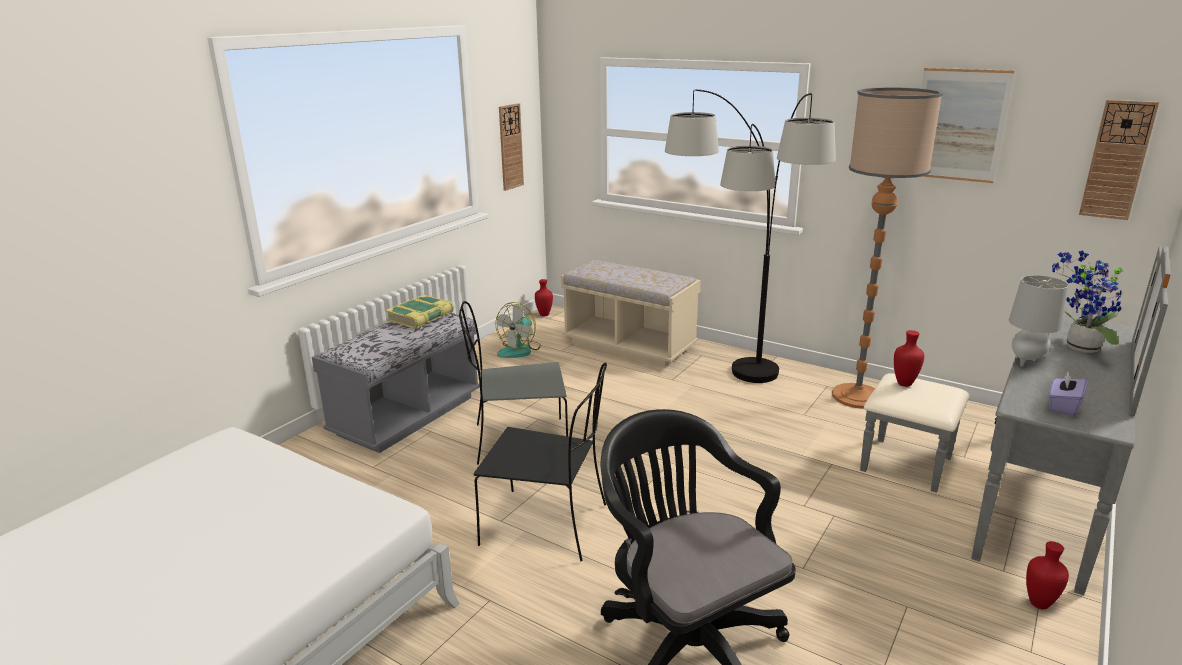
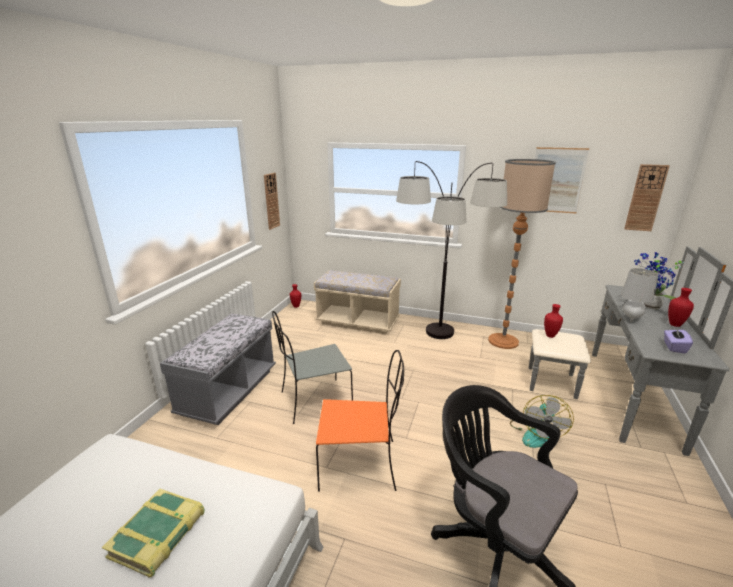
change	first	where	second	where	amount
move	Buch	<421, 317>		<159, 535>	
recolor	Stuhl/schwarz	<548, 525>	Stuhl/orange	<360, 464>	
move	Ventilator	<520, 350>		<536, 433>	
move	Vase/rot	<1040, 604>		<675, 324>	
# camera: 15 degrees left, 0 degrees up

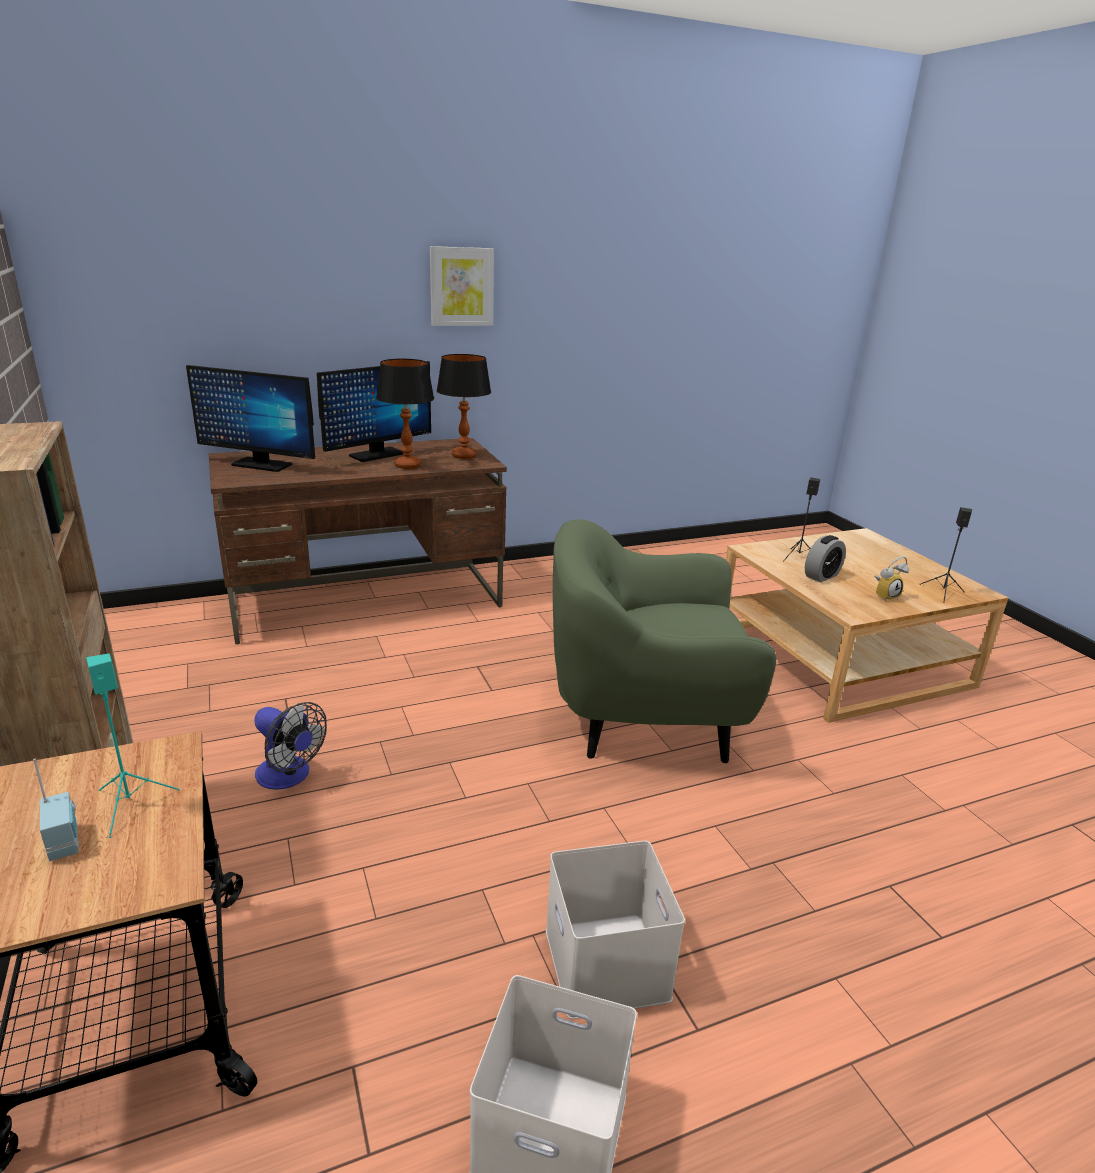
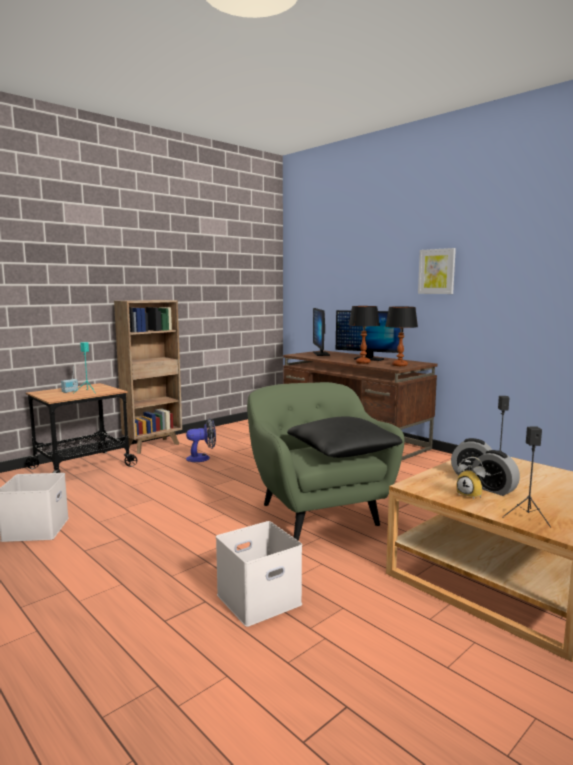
change	first	where	second	where	amount
rotate	Ventilator	<289, 776>		<202, 458>	120 degrees counterclockwise
move	Aufbewahrungsbox/weiß	<609, 965>		<258, 600>	
insert			Kissen/schwarz	<342, 451>	
insert			Wecker	<493, 490>	
# camera: 70 degrees right, 15 degrees down

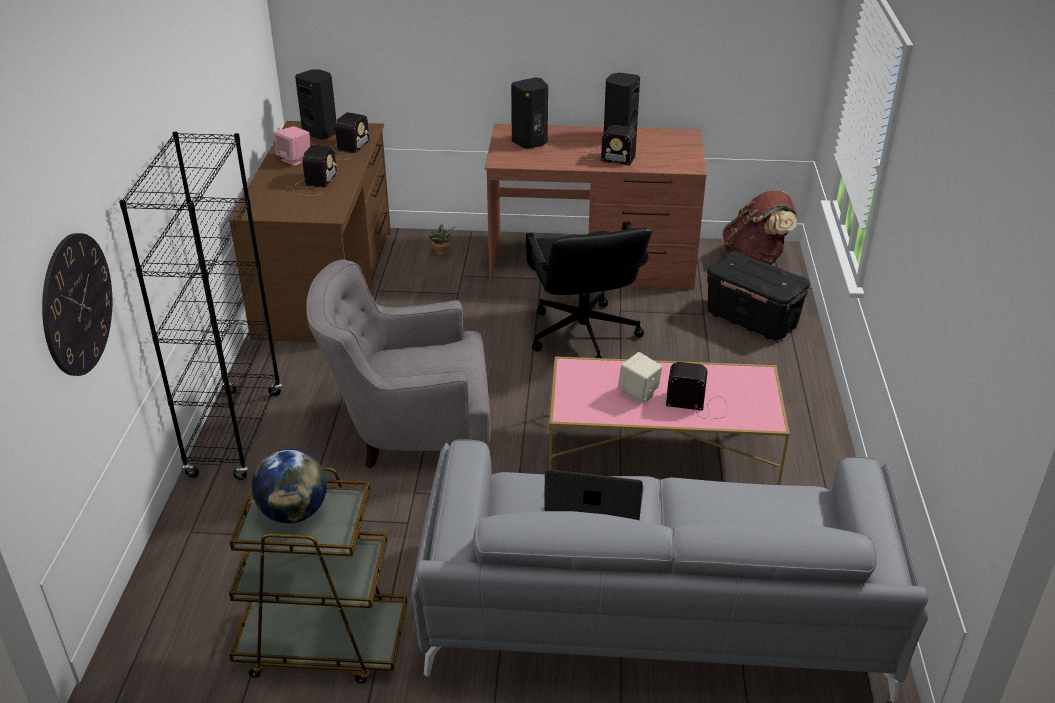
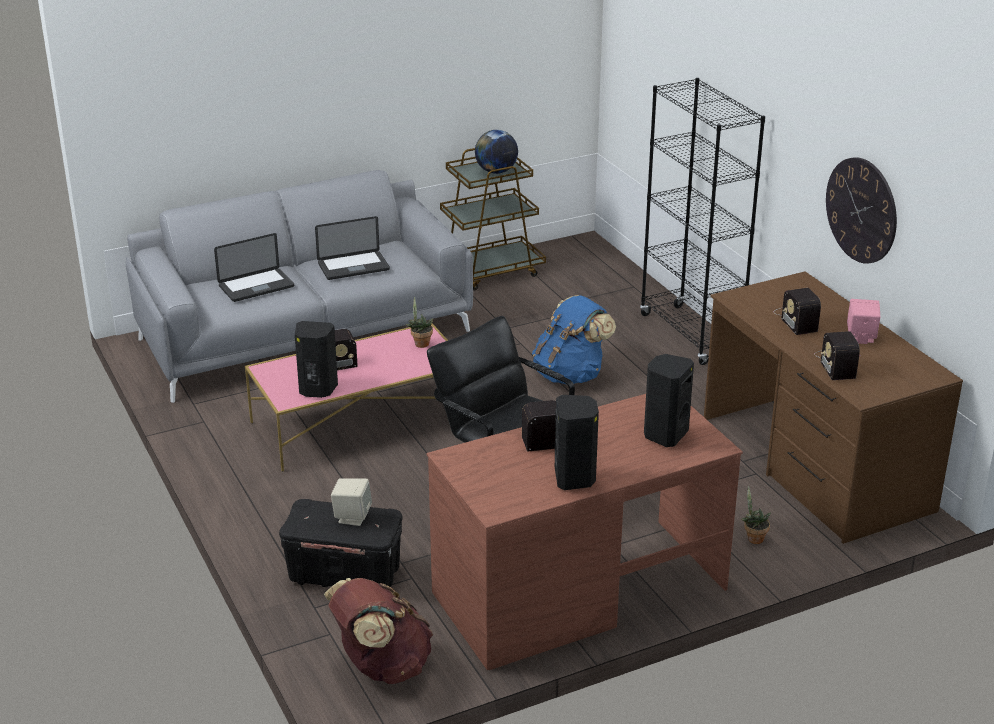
change	first	where	second	where	amount
move	Wanduhr	<77, 304>		<861, 210>	
move	Lautsprecher/schwarz	<321, 133>		<317, 390>	
replace	Sessel/grau	<409, 430>	Rucksack/blau	<570, 375>	
move	Lautsprecher/beige	<638, 393>		<352, 517>	
insert			Laptop	<256, 286>	
insert			Topfpflanze	<420, 343>	
# camera: 150 degrees right, 5 degrees down

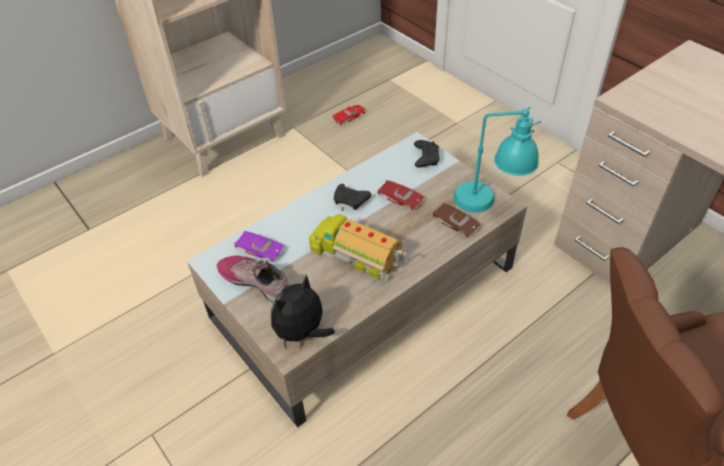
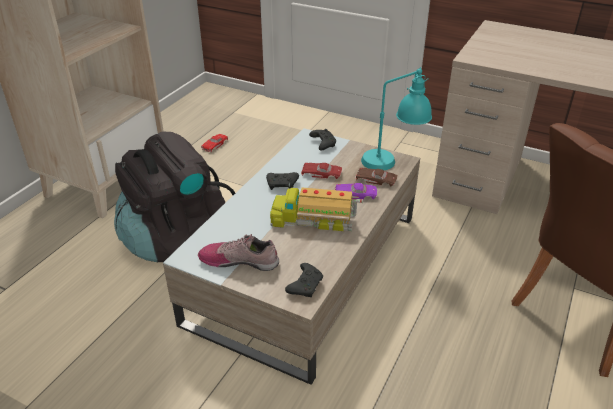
change	first	where	second	where	amount
move	Spielzeugauto/lila	<260, 249>		<355, 194>	
replace	Plüschtier	<302, 333>	Gamepad/schwarz	<305, 285>	
insert			Rucksack/schwarz	<177, 238>	
# camera: 25 degrees left, 10 degrees down

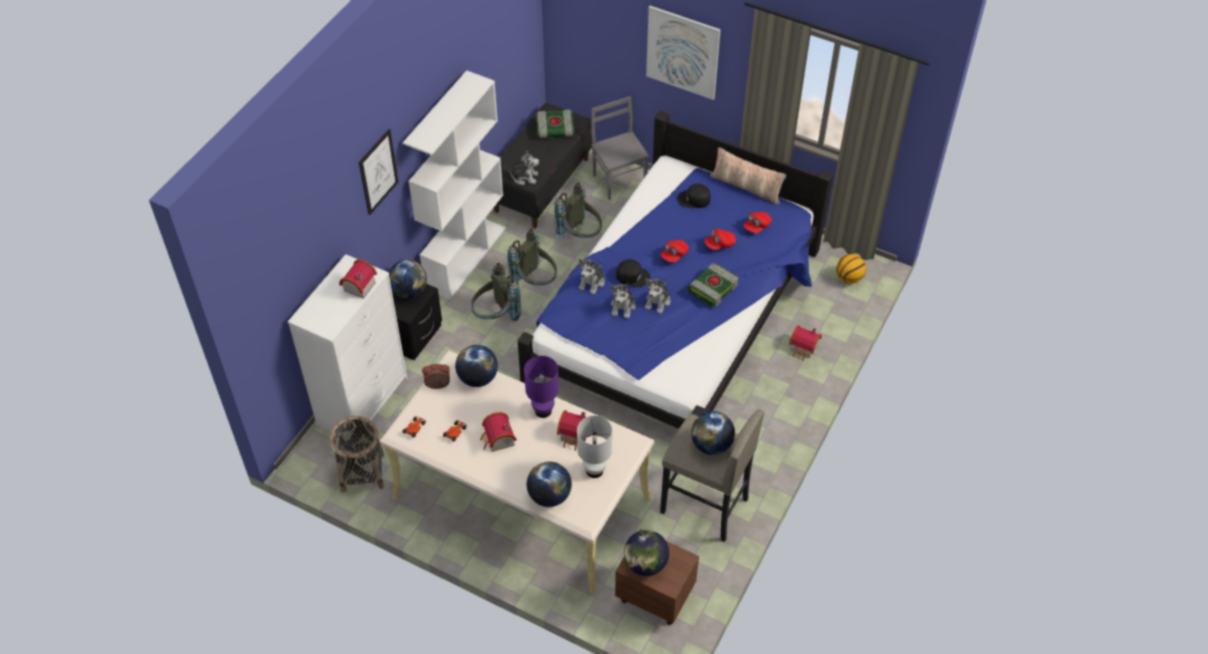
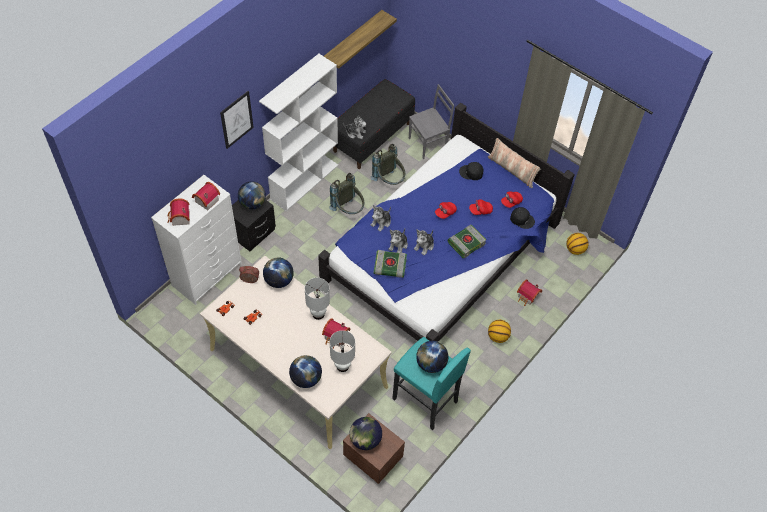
change	first	where	second	where	amount
delete	Korb	<362, 472>			
delete	Rucksack/grau	<496, 316>			
move	Spielzeughaus	<498, 440>		<179, 218>	
recolor	Tischlampe/lila	<543, 411>	Tischlampe/weiß	<318, 314>	
move	Buch	<554, 129>		<389, 267>	
rotate	Stuhl/grau	<619, 180>		<428, 144>	75 degrees clockwise
move	Kappe/schwarz	<632, 275>		<522, 219>	
delete	Bild	<682, 52>			
recolor	Hocker/grau	<704, 506>	Hocker/türkis	<425, 400>	
insert			Wandregal	<353, 40>	
insert			Basketball	<498, 336>	
# camera: 10 degrees right, 5 degrees up

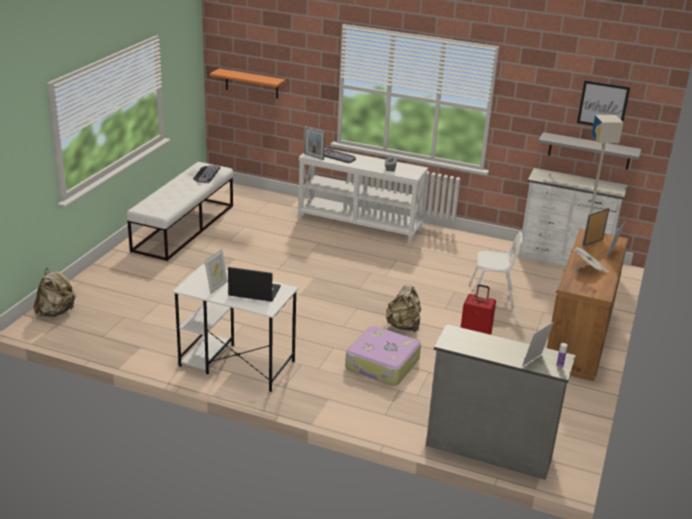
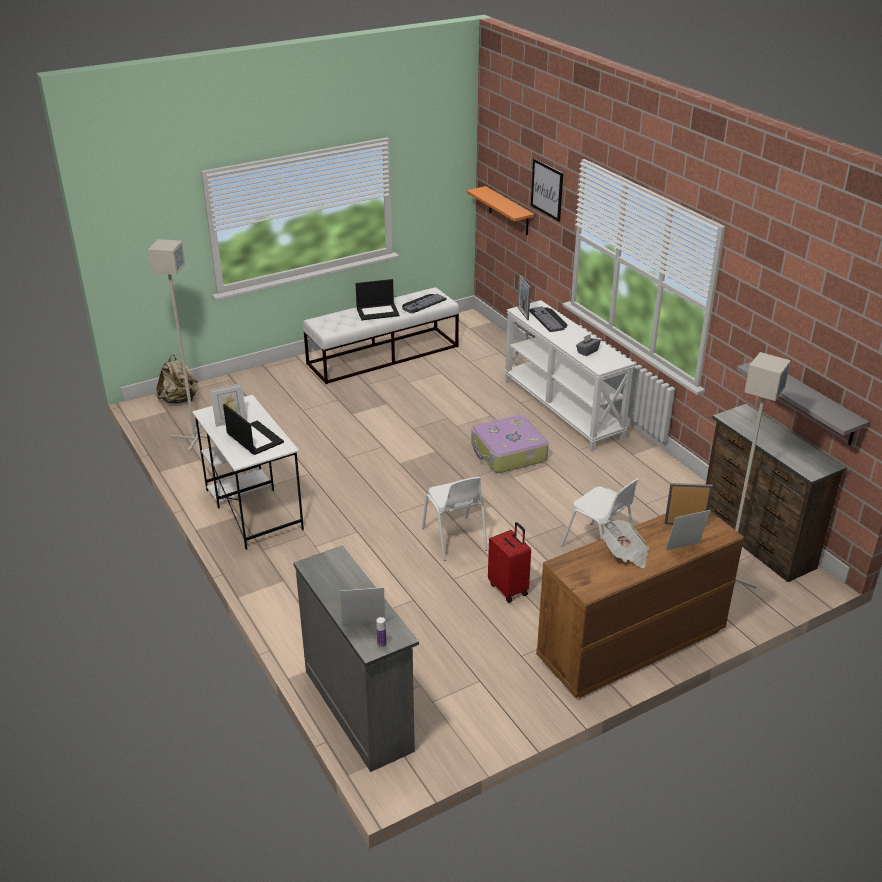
change	first	where	second	where	amount
move	Koffer	<382, 365>		<508, 453>	
replace	Rucksack/beige	<403, 326>	Stuhl/weiß	<455, 539>	
recolor	Kommode/weiß	<564, 260>	Kommode/braun	<755, 541>	
move	Bild	<603, 105>		<547, 189>	
insert			Stehlampe/grau	<195, 438>	
insert			Laptop	<378, 311>	
# camera: 40 degrees right, 5 degrees up

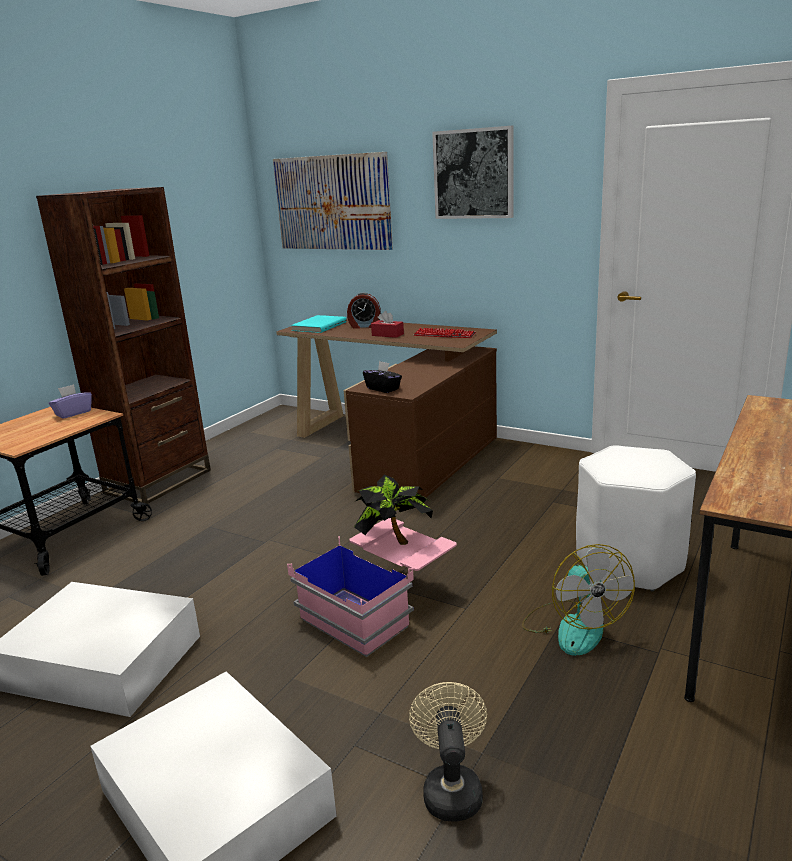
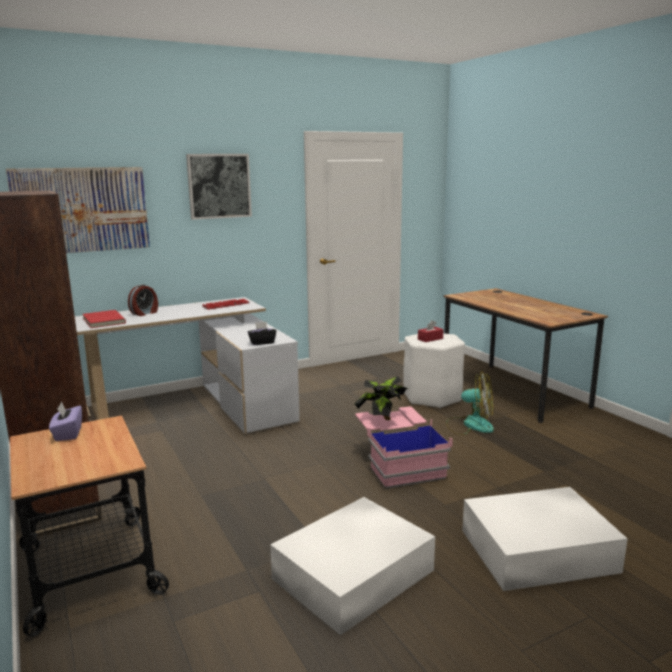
change	first	where	second	where	amount
recolor	Schreibtisch/braun	<395, 448>	Schreibtisch/weiß	<200, 405>	
recolor	Buch/türkis	<318, 326>	Buch/rot	<103, 321>	
move	Taschentuchbox/rot	<387, 335>		<430, 339>	
delete	Ventilator/beige	<451, 788>			
# camera: 60 degrees left, 5 degrees down

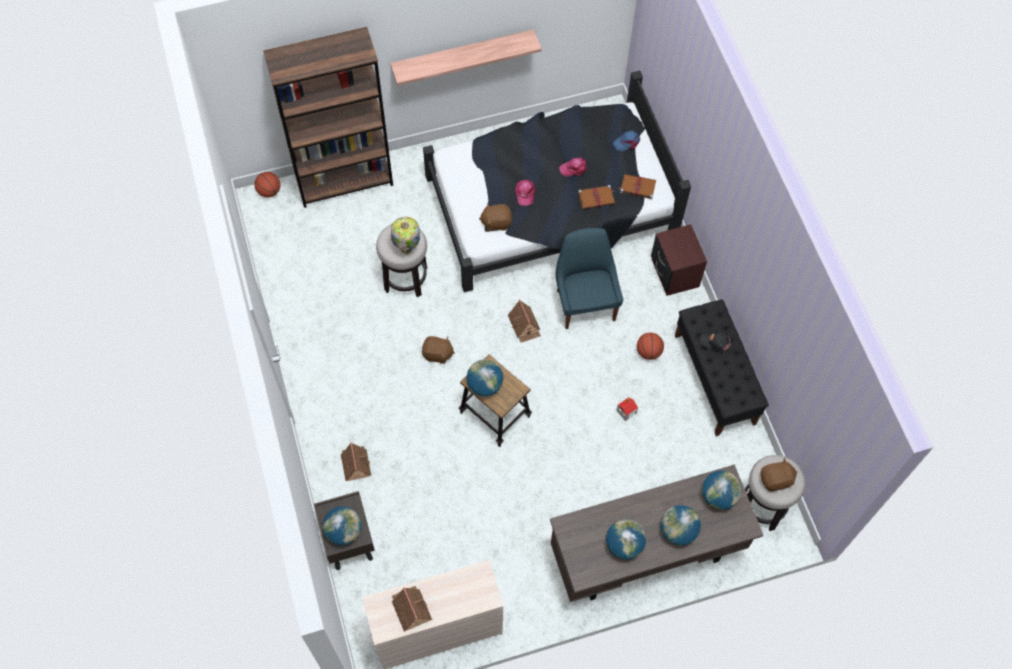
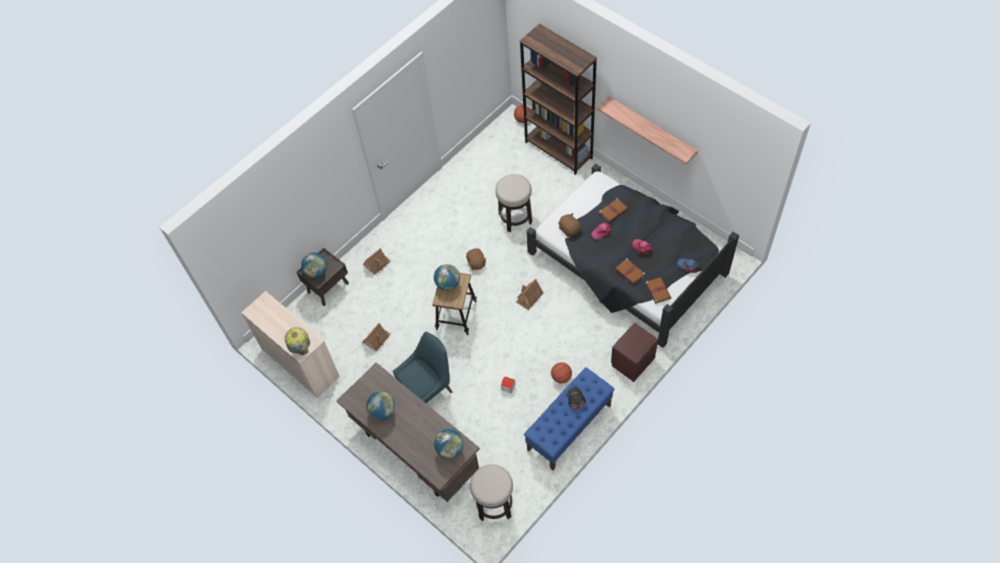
change	first	where	second	where	amount
move	Tischlampe	<406, 249>		<302, 351>	
move	Spielzeughaus	<411, 609>		<376, 339>	
move	Stuhl/blau	<585, 303>		<428, 389>	
delete	Globus	<678, 531>			
recolor	Bank/schwarz	<714, 379>	Bank/blau	<569, 427>	
delete	Plüschtier/braun	<776, 480>			
insert			Buch/braun	<613, 210>	
# camera: 65 degrees right, 5 degrees down

